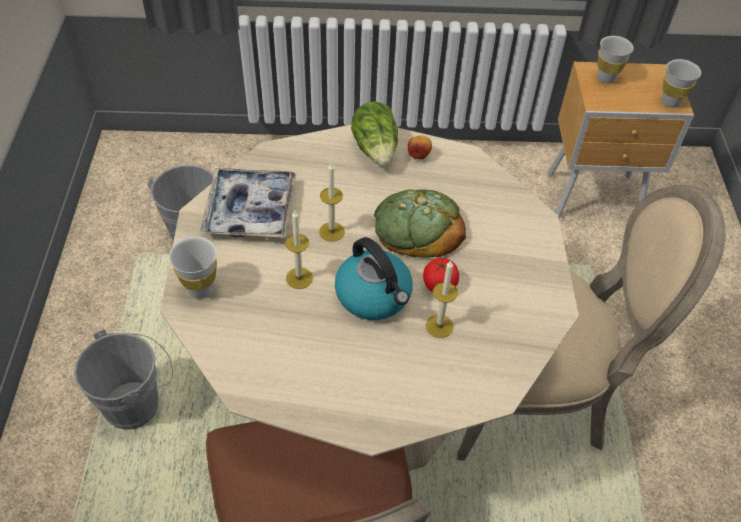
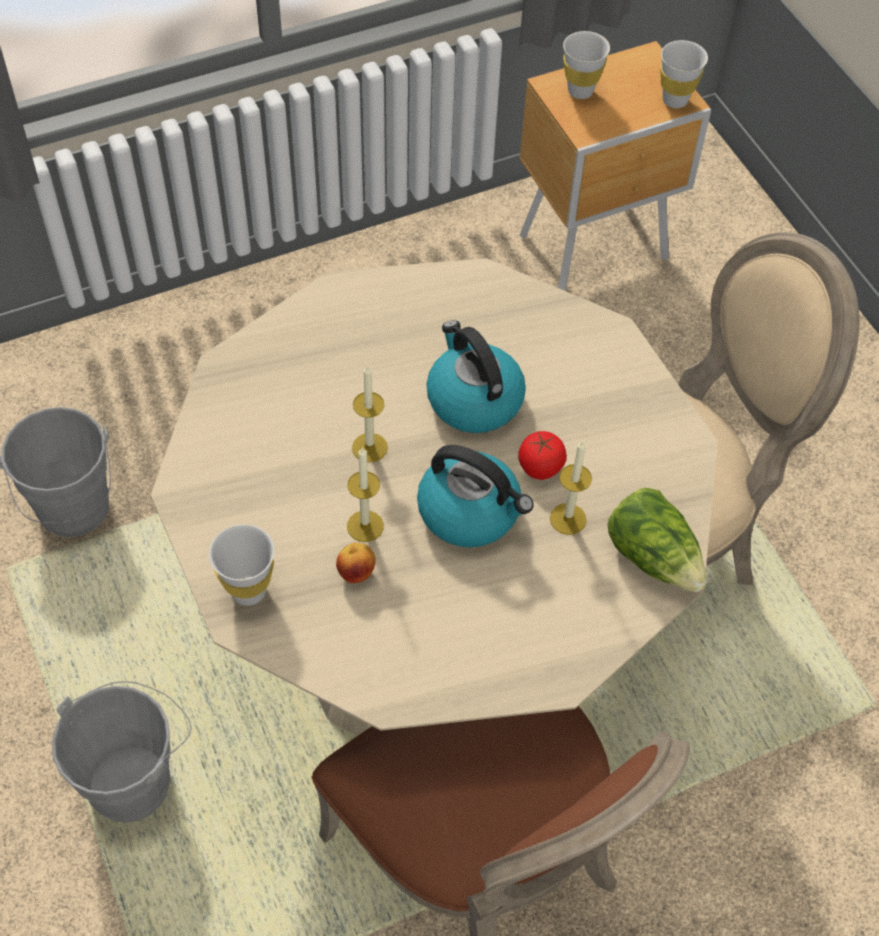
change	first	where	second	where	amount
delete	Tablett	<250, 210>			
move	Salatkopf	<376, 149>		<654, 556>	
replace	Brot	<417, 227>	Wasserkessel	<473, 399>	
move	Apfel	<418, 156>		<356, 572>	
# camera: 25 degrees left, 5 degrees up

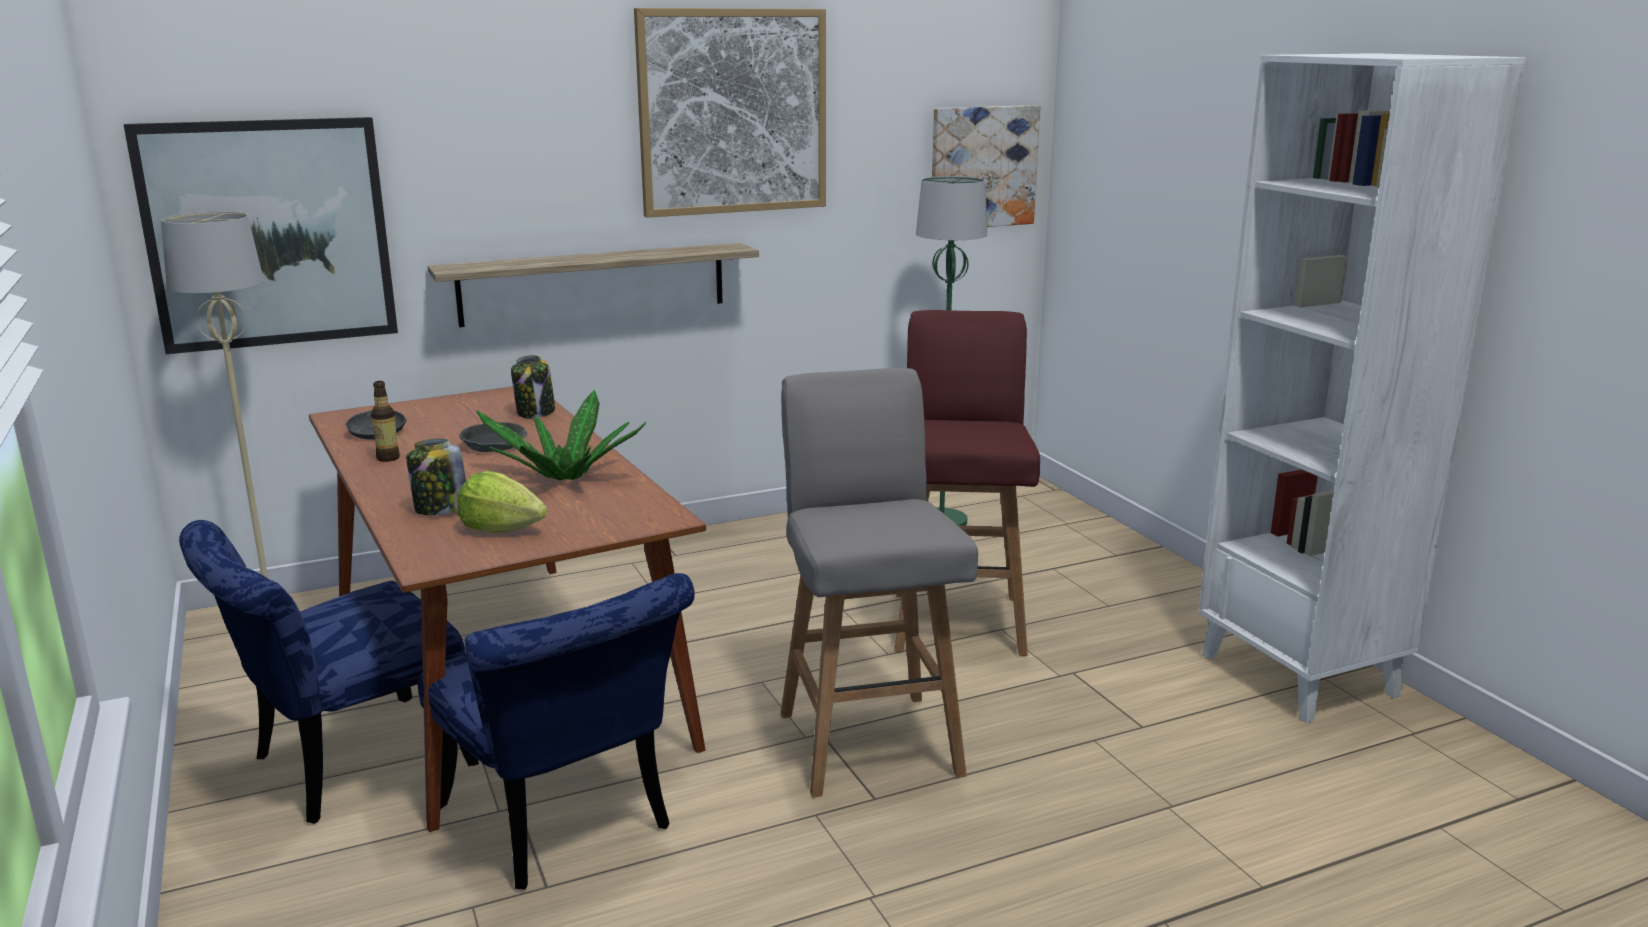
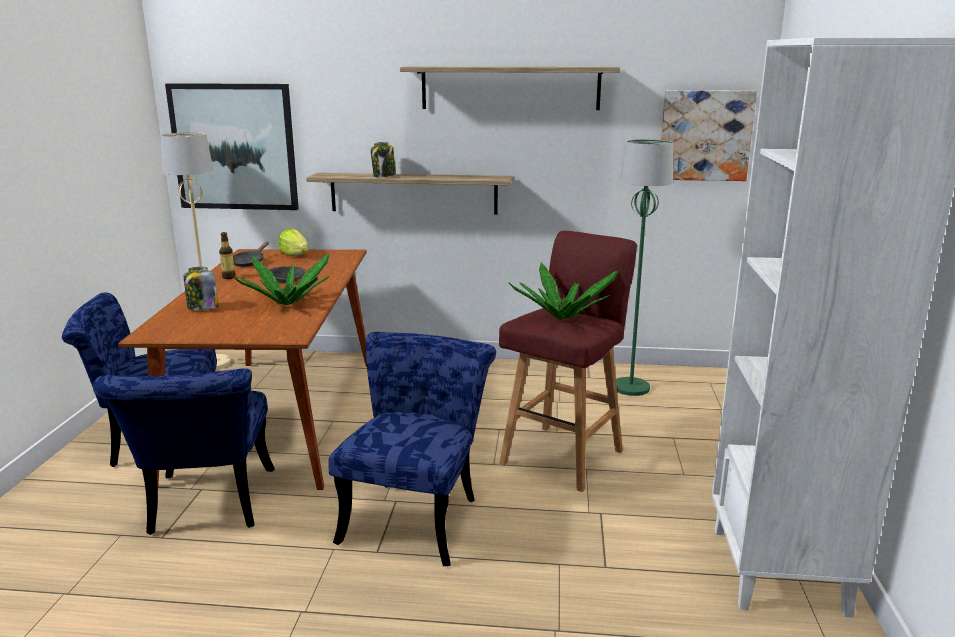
change	first	where	second	where	amount
move	Salatkopf	<501, 529>		<295, 255>	
move	Vorratsglas	<536, 412>		<384, 176>	
replace	Bild	<733, 112>	Wandregal	<510, 88>	
replace	Hocker/grau	<868, 740>	Stuhl/blau	<416, 514>	
insert			Topfpflanze	<562, 317>	
# camera: 30 degrees right, 0 degrees up

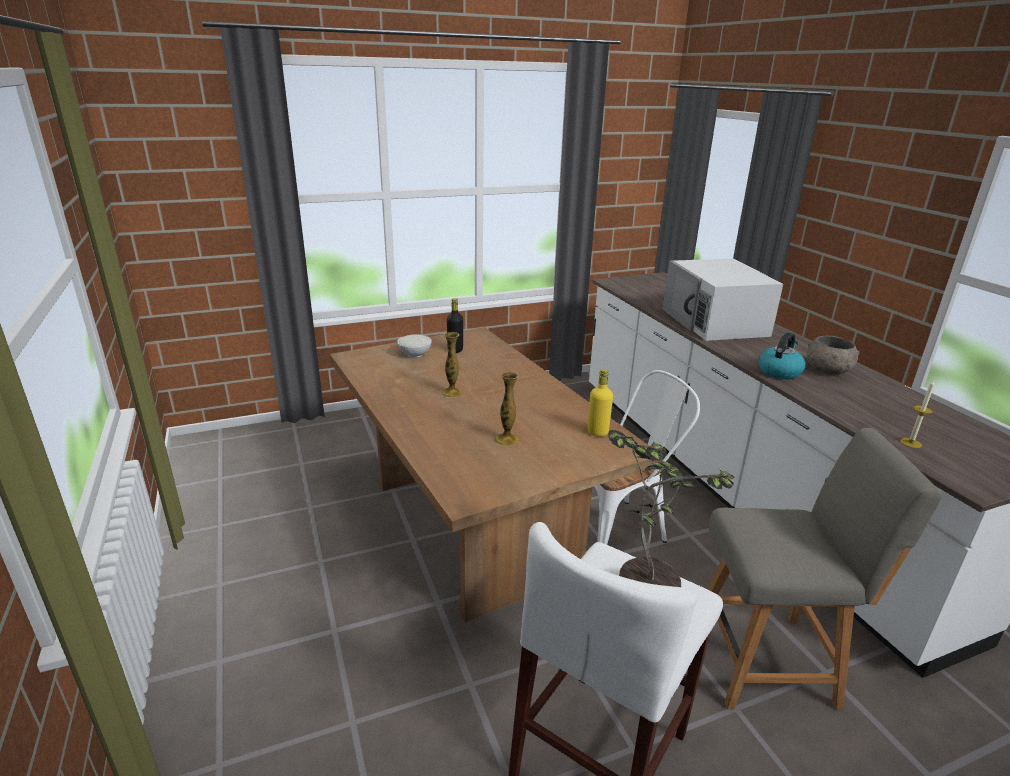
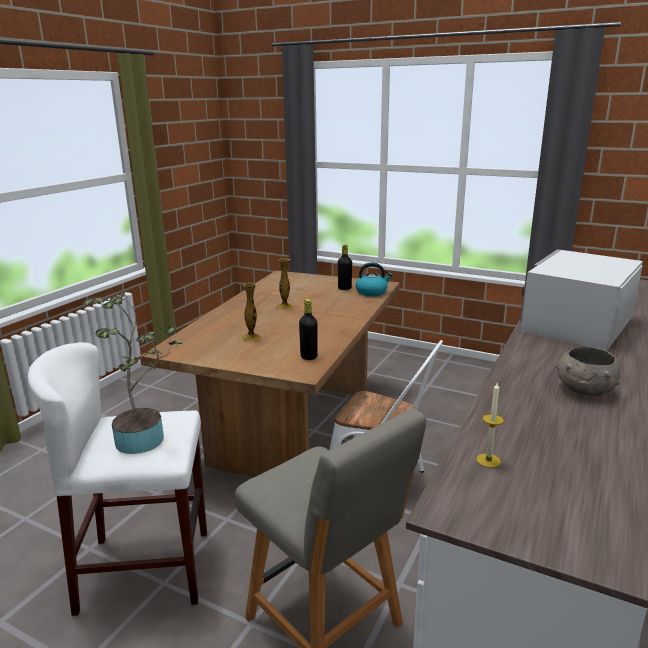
change	first	where	second	where	amount
delete	Schüssel/weiß	<415, 354>			
recolor	Flasche/gelb	<597, 432>	Flasche/schwarz	<309, 357>	
move	Wasserkessel	<779, 371>		<372, 292>	
# camera: 50 degrees right, 5 degrees down

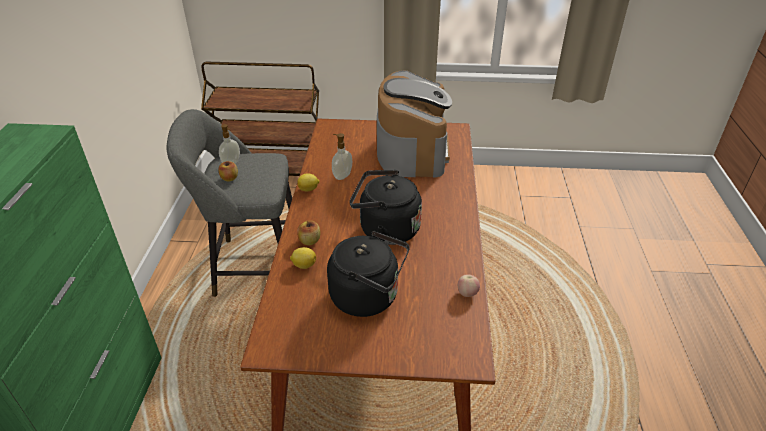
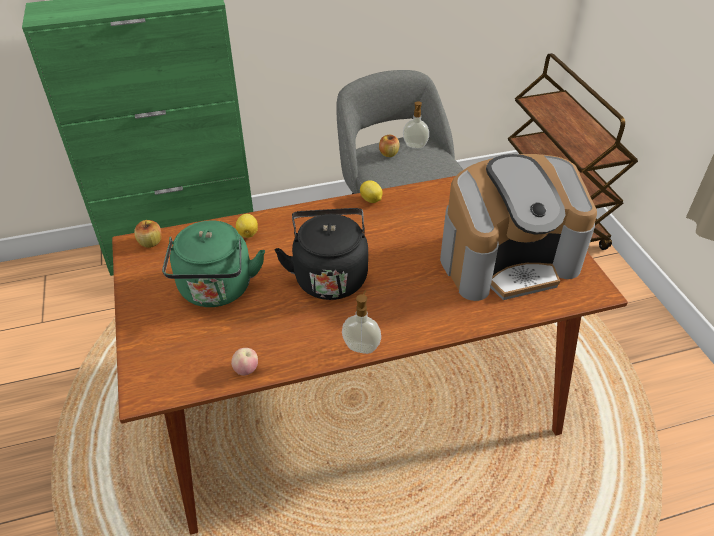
change	first	where	second	where	amount
move	Apfel	<309, 241>		<150, 242>	
recolor	Wasserkessel/schwarz	<369, 297>	Wasserkessel/grün	<216, 291>	
move	Seifenspender	<342, 176>		<361, 347>	
# camera: 70 degrees right, 5 degrees up

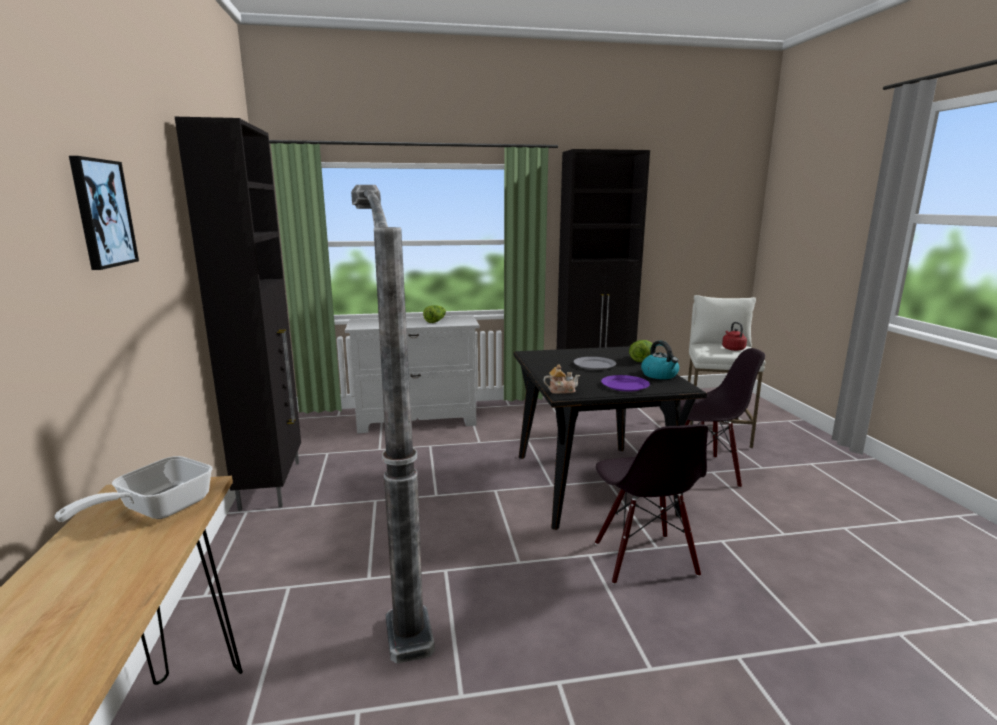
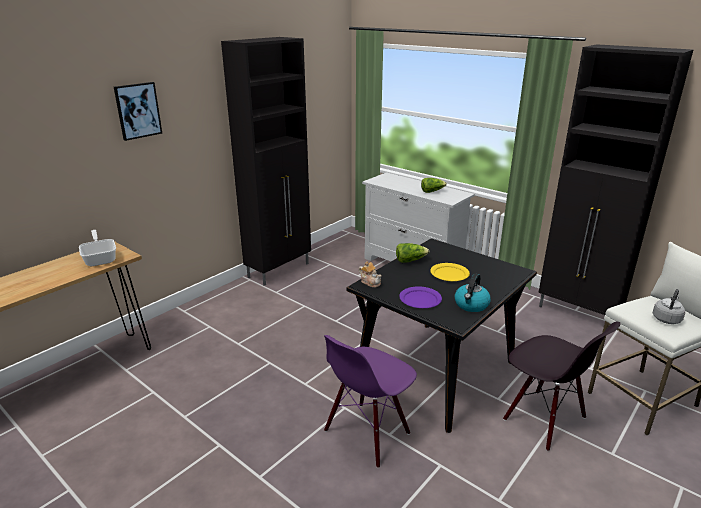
change	first	where	second	where	amount
rotate	Pfanne	<156, 510>		<100, 258>	75 degrees clockwise
delete	Stehlampe	<394, 546>			
recolor	Teller/grau	<594, 365>	Teller/gelb	<449, 274>	
recolor	Stuhl/schwarz	<643, 559>	Stuhl/lila	<367, 433>	
move	Salatkopf	<641, 359>		<410, 260>	
recolor	Wasserkessel/rot	<732, 349>	Wasserkessel/grau	<666, 318>	
# camera: 50 degrees right, 10 degrees up

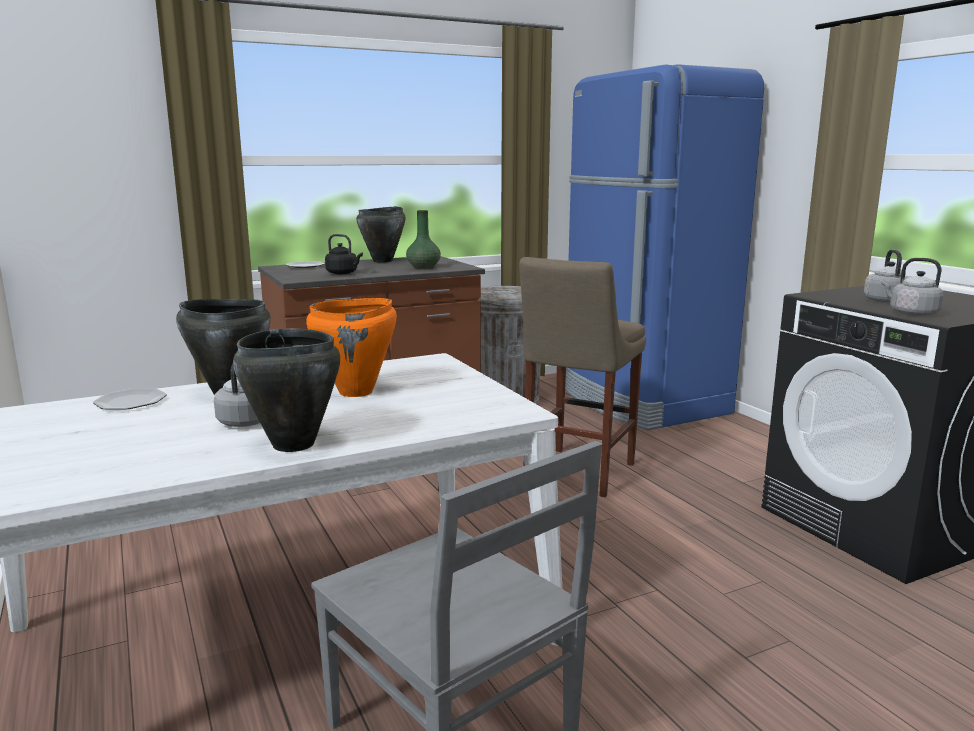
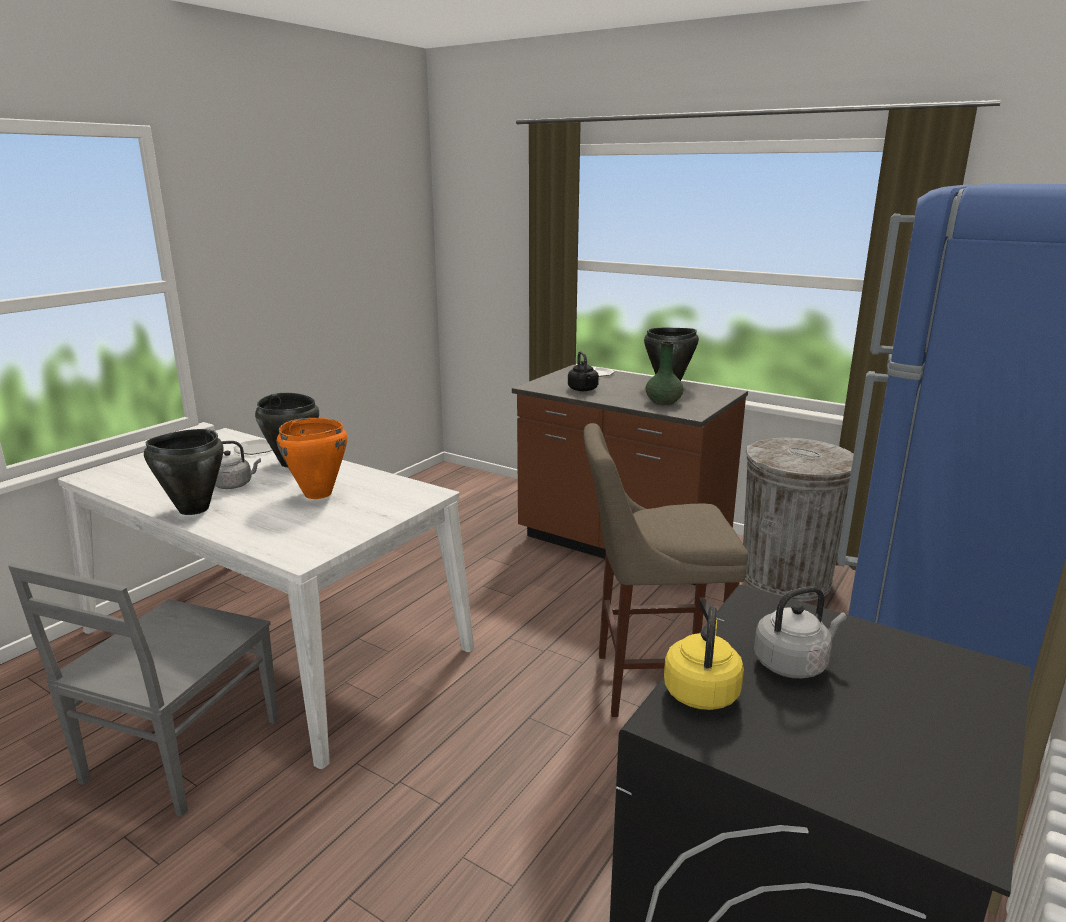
change	first	where	second	where	amount
recolor	Wasserkessel/grau	<910, 313>	Wasserkessel/gelb	<701, 691>	
# camera: 60 degrees right, 5 degrees up

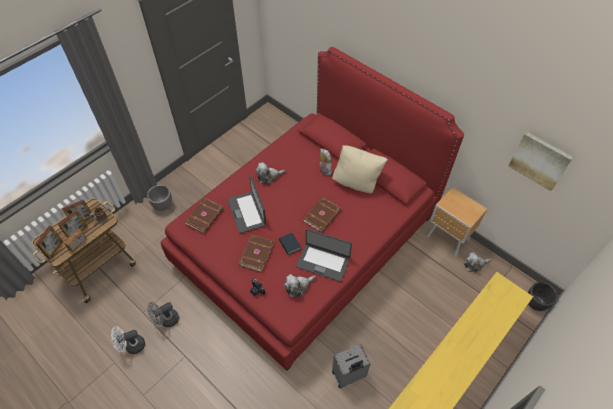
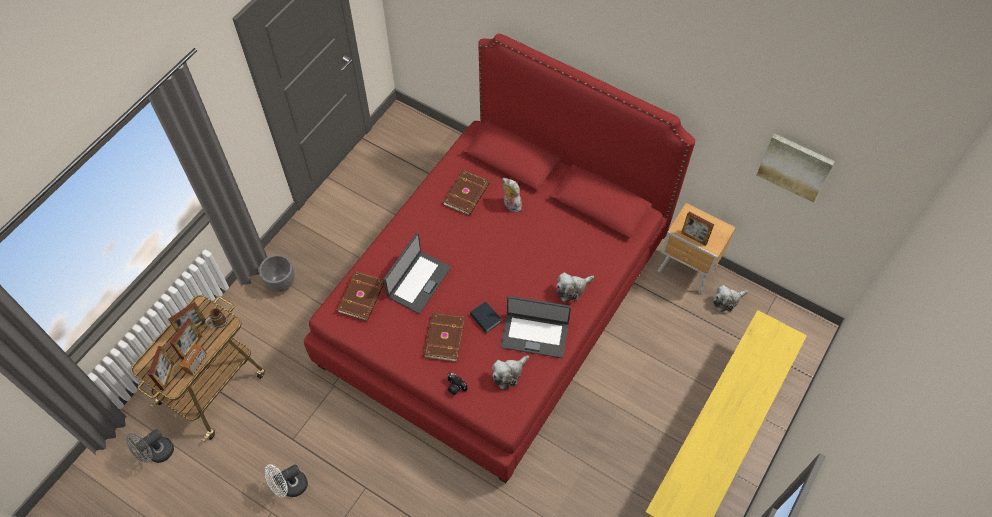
change	first	where	second	where	amount
move	Ventilator/grau	<166, 320>		<157, 453>	
rotate	Laptop	<247, 212>		<418, 282>	120 degrees counterclockwise
move	Plüschtier	<269, 177>		<572, 289>	
move	Buch/braun	<323, 216>		<467, 194>	
delete	Kissen/beige	<356, 183>			
delete	Koffer/grau	<348, 375>			
delete	Pflanzkübel/schwarz	<535, 303>			
insert			Bilderrahmen	<694, 238>	
# camera: 10 degrees left, 5 degrees up

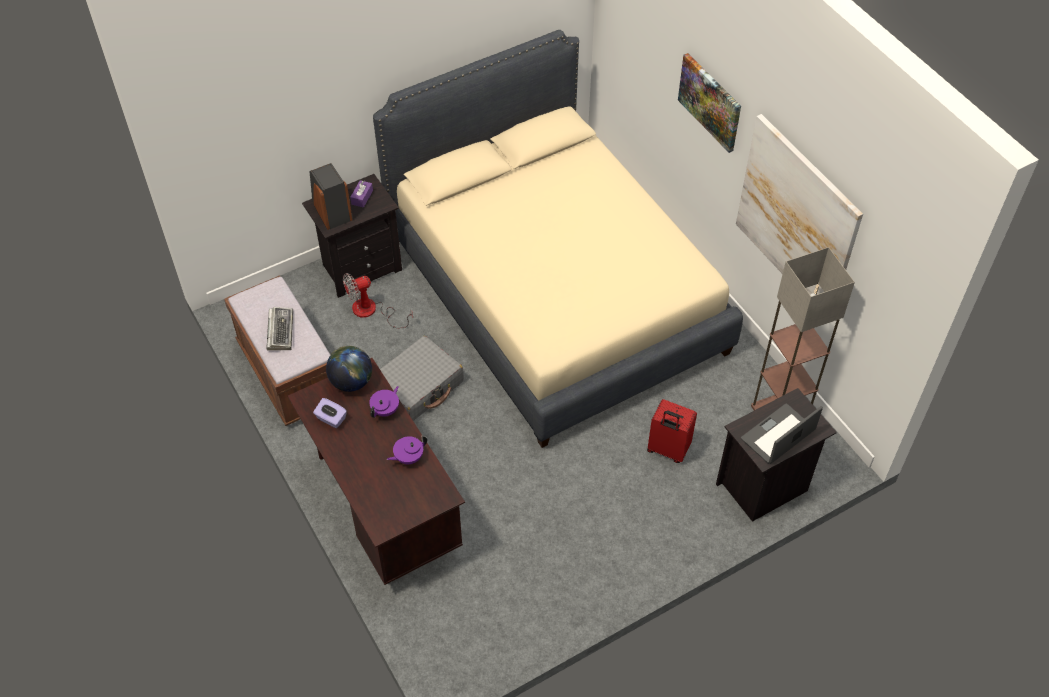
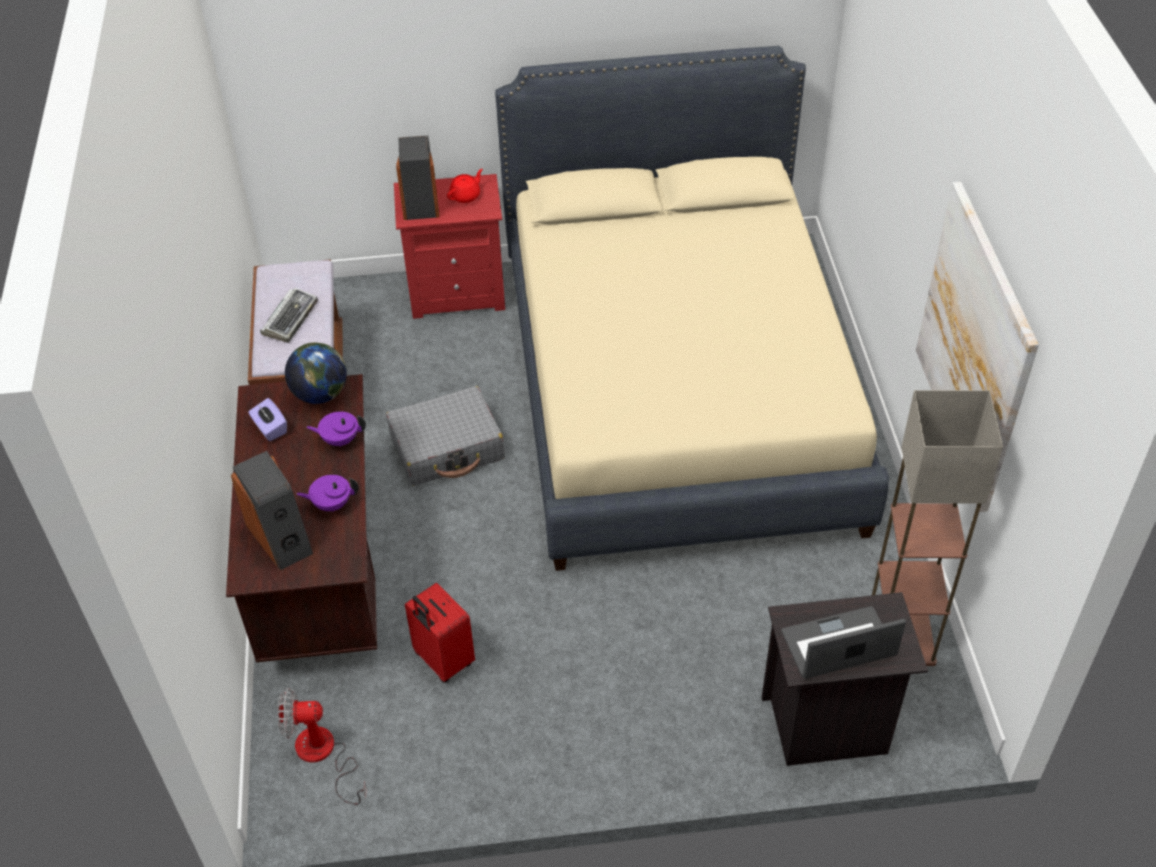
change	first	where	second	where	amount
recolor	Nachttisch/schwarz	<360, 267>	Nachttisch/rot	<458, 293>	
move	Ventilator	<372, 311>		<323, 755>	
replace	Taschentuchbox/lila	<362, 197>	Teekanne/rot	<466, 196>	
rotate	Teekanne/lila	<386, 410>		<340, 439>	150 degrees counterclockwise
move	Koffer/rot	<667, 450>		<442, 660>	
delete	Bild	<710, 102>			
insert			Lautsprecher	<281, 538>	
# camera: 25 degrees right, 5 degrees down

